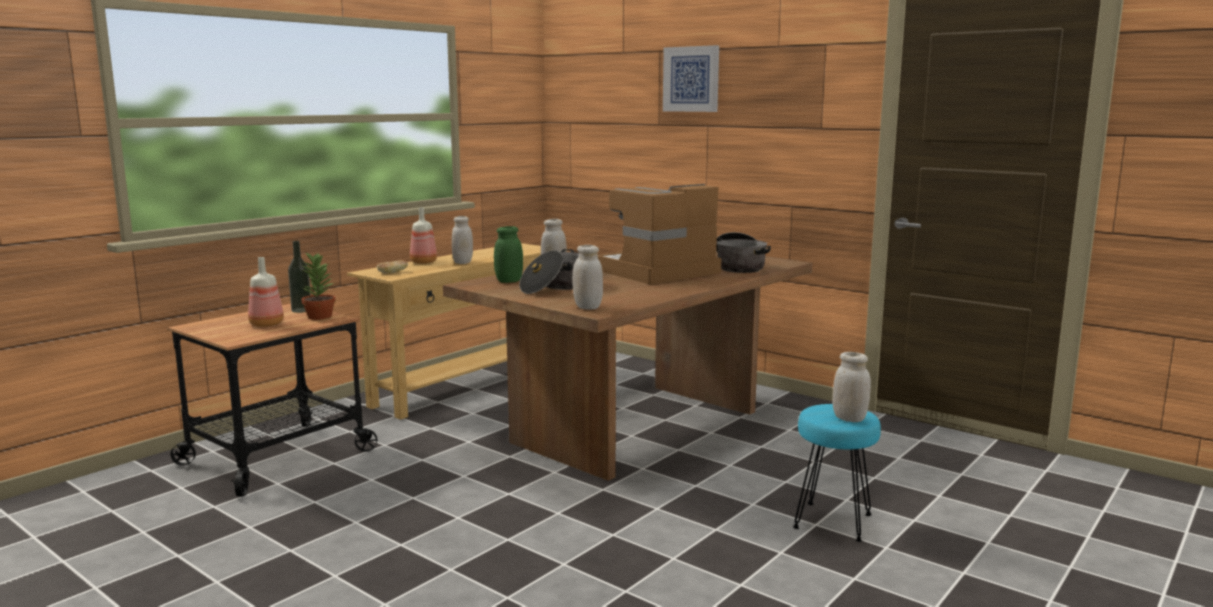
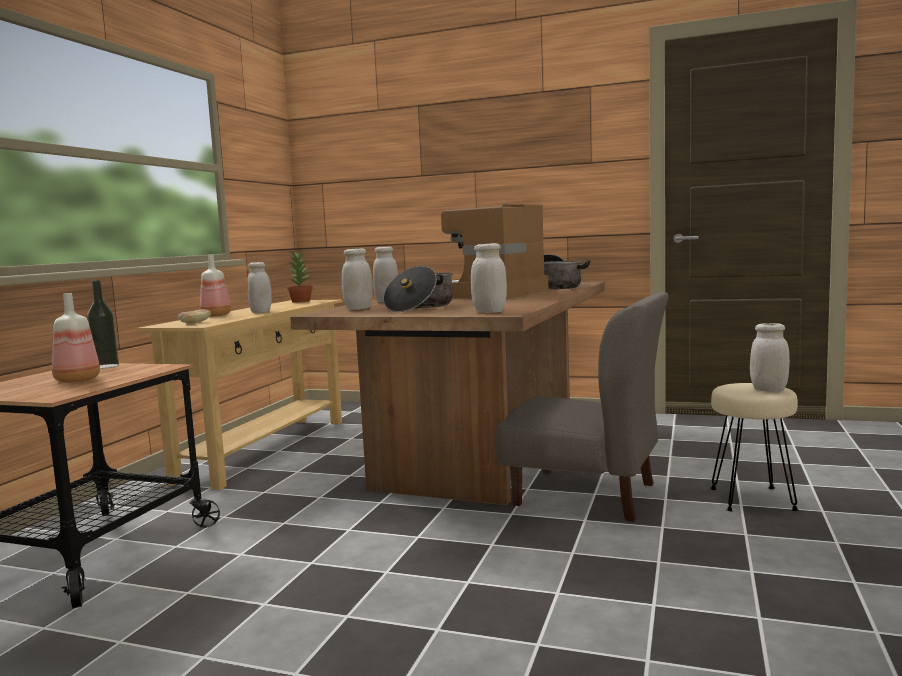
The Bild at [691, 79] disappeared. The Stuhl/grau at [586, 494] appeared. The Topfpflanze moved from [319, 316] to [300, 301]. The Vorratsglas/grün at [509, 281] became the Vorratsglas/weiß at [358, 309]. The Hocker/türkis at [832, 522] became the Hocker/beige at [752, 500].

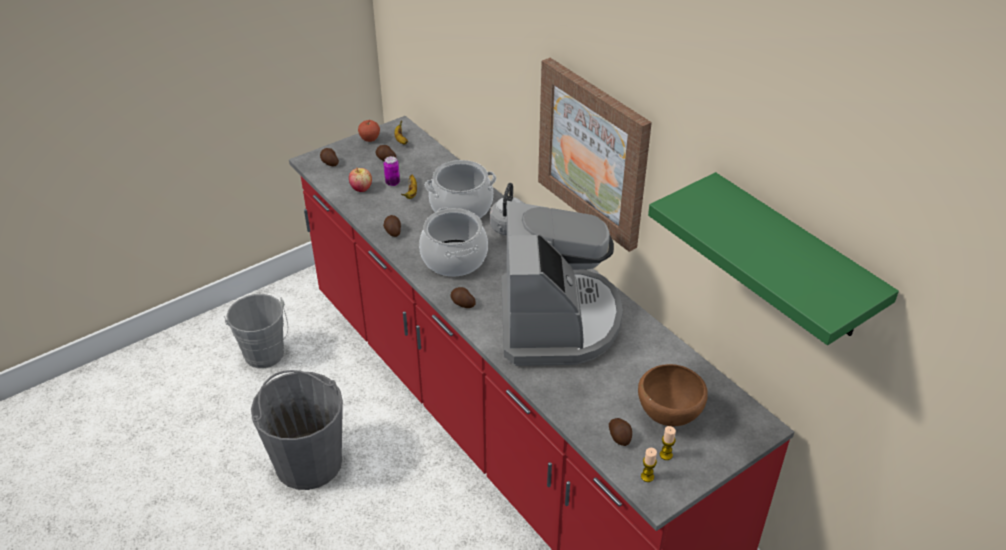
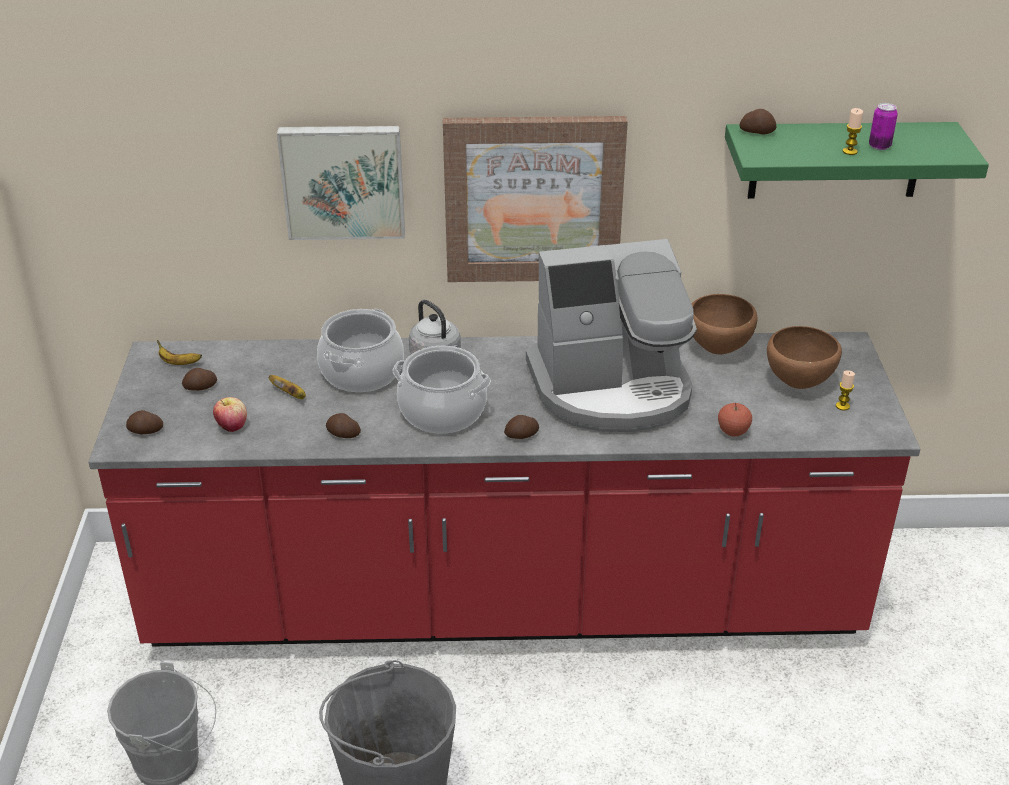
The Bild at [343, 180] appeared. The Schüssel/braun at [718, 350] appeared. The Apfel moved from [370, 139] to [733, 432]. The Dose moved from [392, 183] to [879, 146]. The Kartoffel moved from [620, 436] to [757, 132]. The Kerze moved from [647, 476] to [850, 151]. The Kaffeemaschine at [557, 321] turned 135 degrees clockwise.

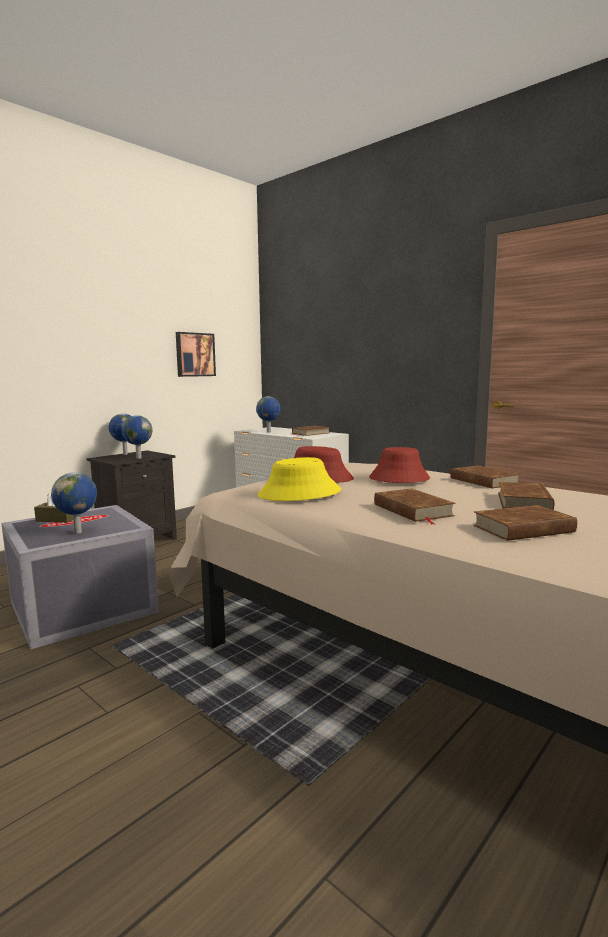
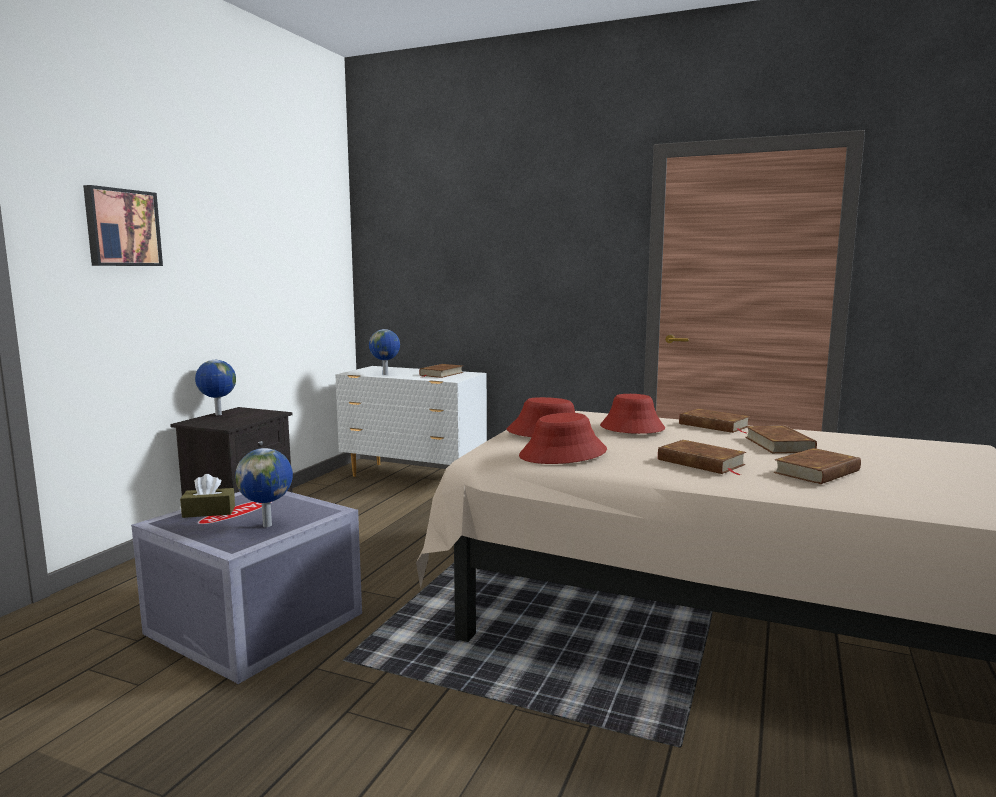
The Globus at [138, 458] disappeared. The Bild moved from [194, 354] to [122, 228]. The Hut/gelb at [299, 494] became the Hut/rot at [563, 454].

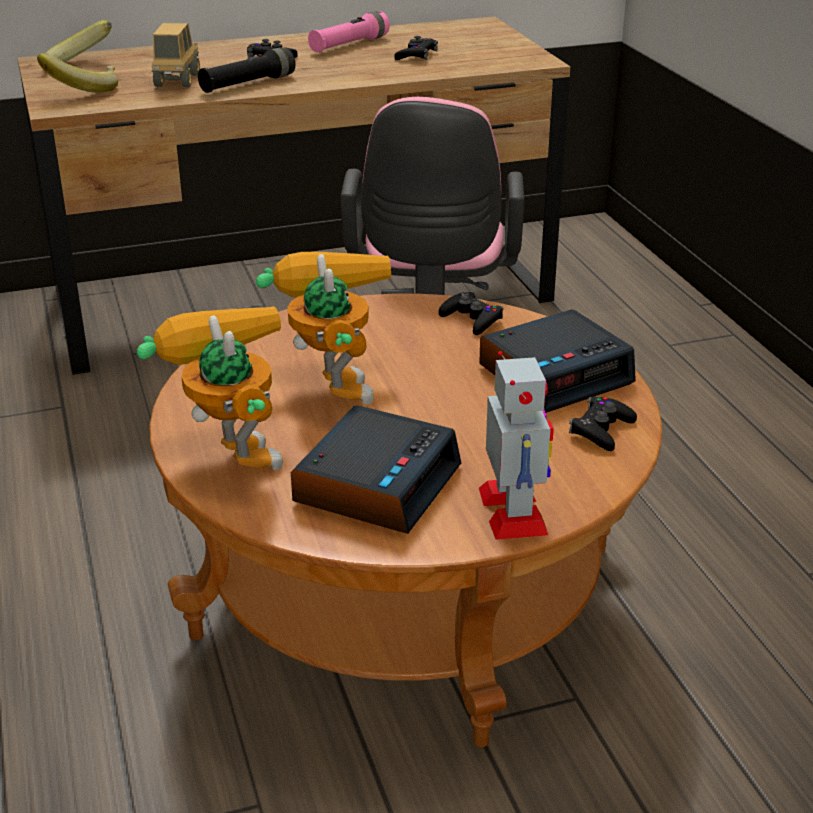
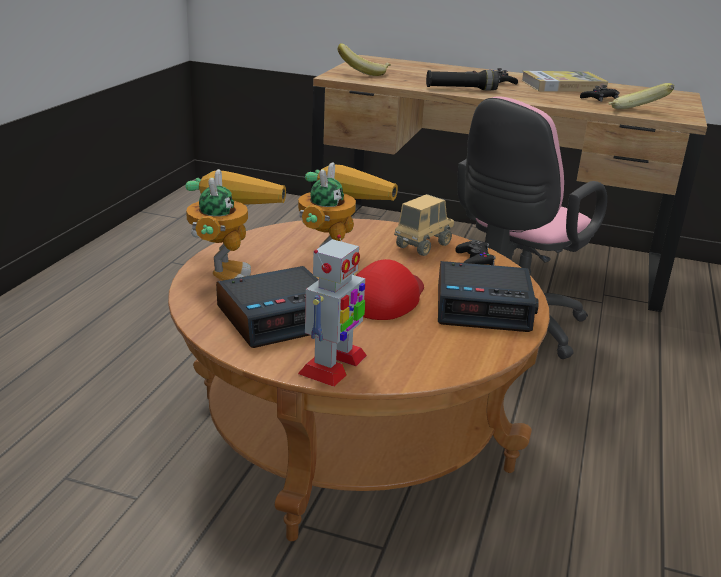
The Gamepad/schwarz at [601, 430] disappeared. The Kappe/rot at [387, 298] appeared. The Banane moved from [76, 66] to [636, 112]. The Spielzeuglaster moved from [177, 81] to [423, 246]. The Taschenlampe/rosa at [349, 45] was replaced by the Buch at [563, 86].

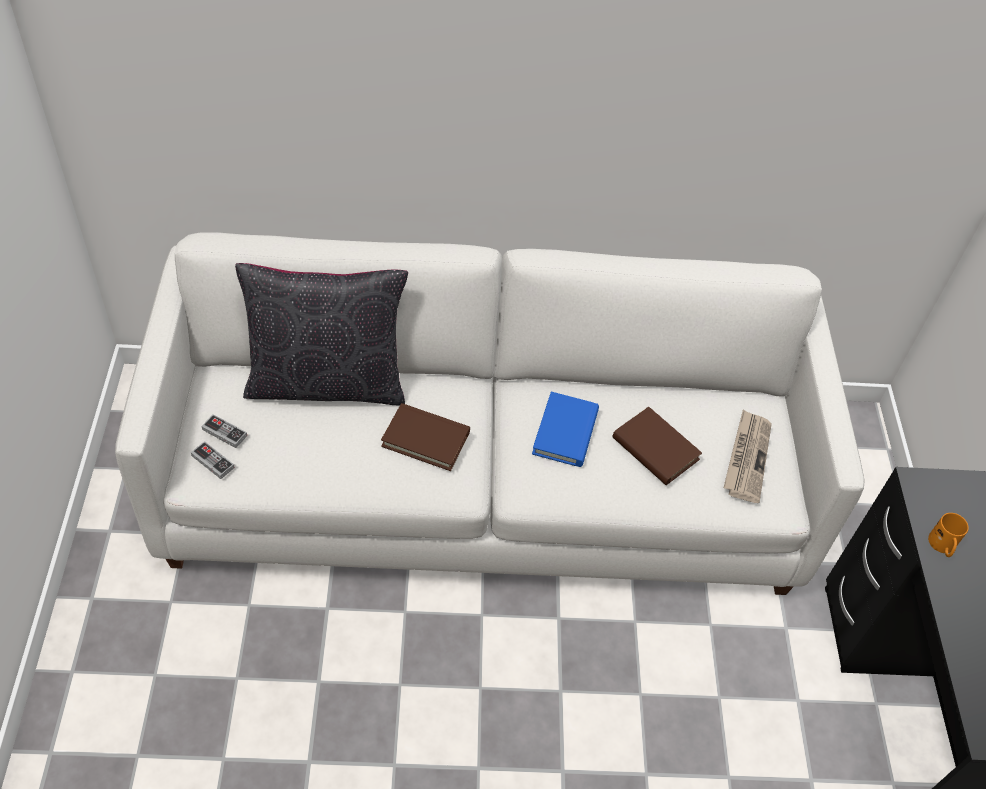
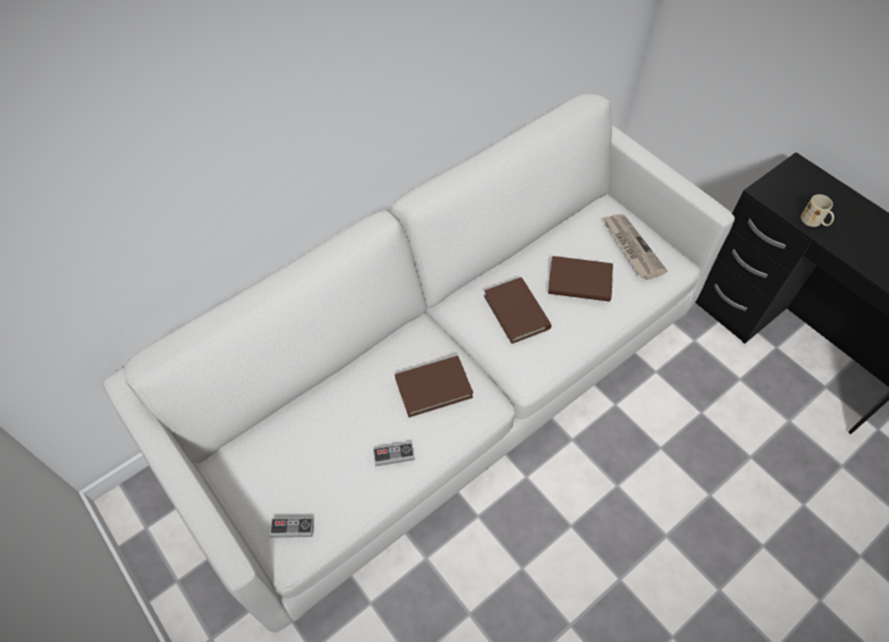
The Kissen/schwarz at [326, 382] disappeared. The Gamepad moved from [224, 432] to [394, 455]. The Buch/blau at [565, 432] became the Buch/braun at [516, 312]. The Henkelbecher/orange at [942, 546] became the Henkelbecher/beige at [814, 222].

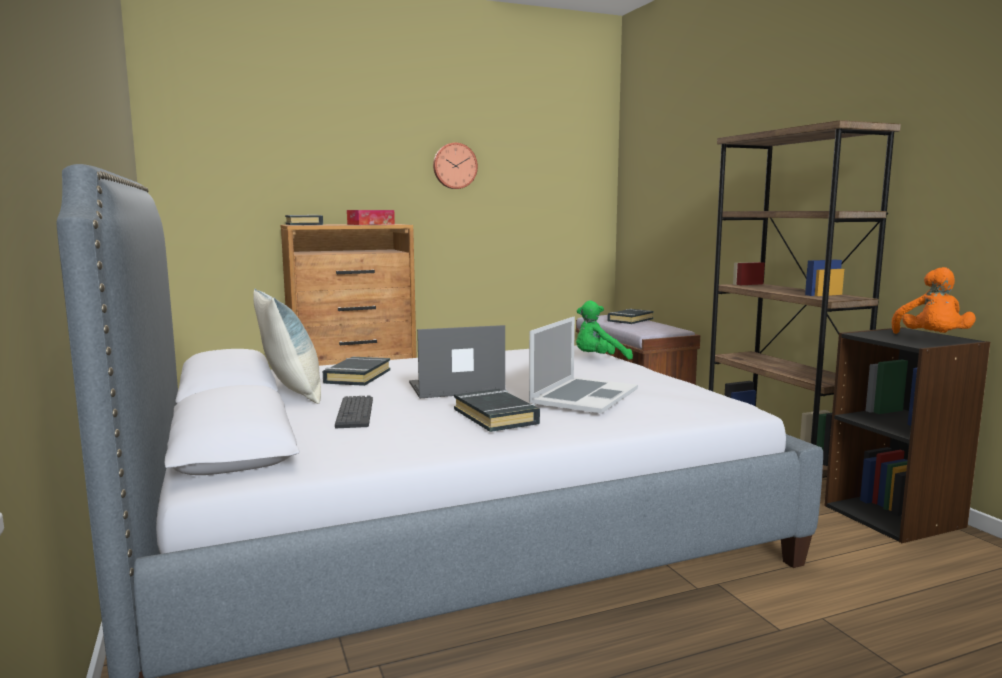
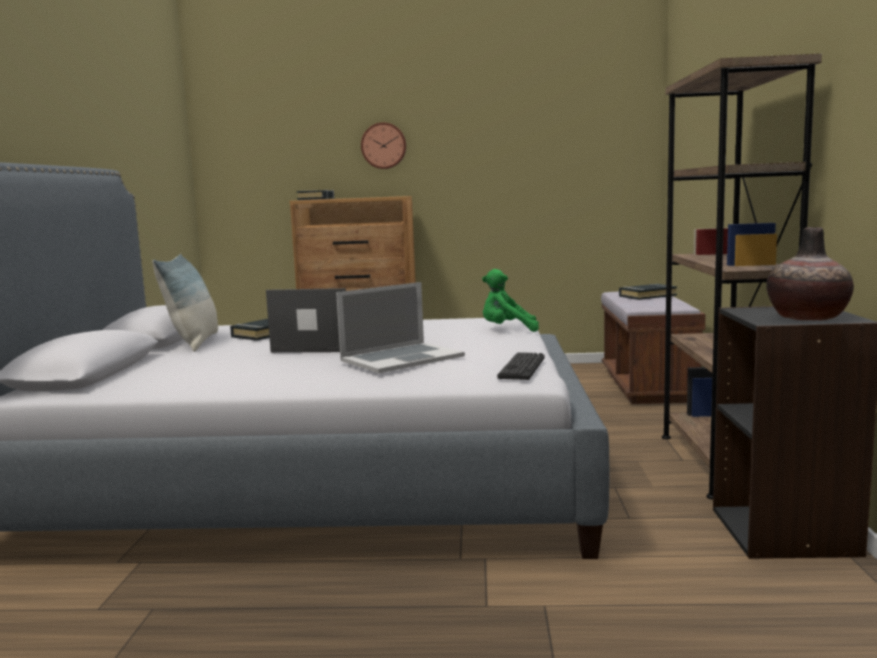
The Taschentuchbox at [371, 224] disappeared. The Buch/schwarz at [496, 416] disappeared. The Tastatur moved from [355, 413] to [522, 367]. The Wanduhr moved from [454, 166] to [383, 146]. The Plüschtier/orange at [931, 339] was replaced by the Vase at [807, 317].

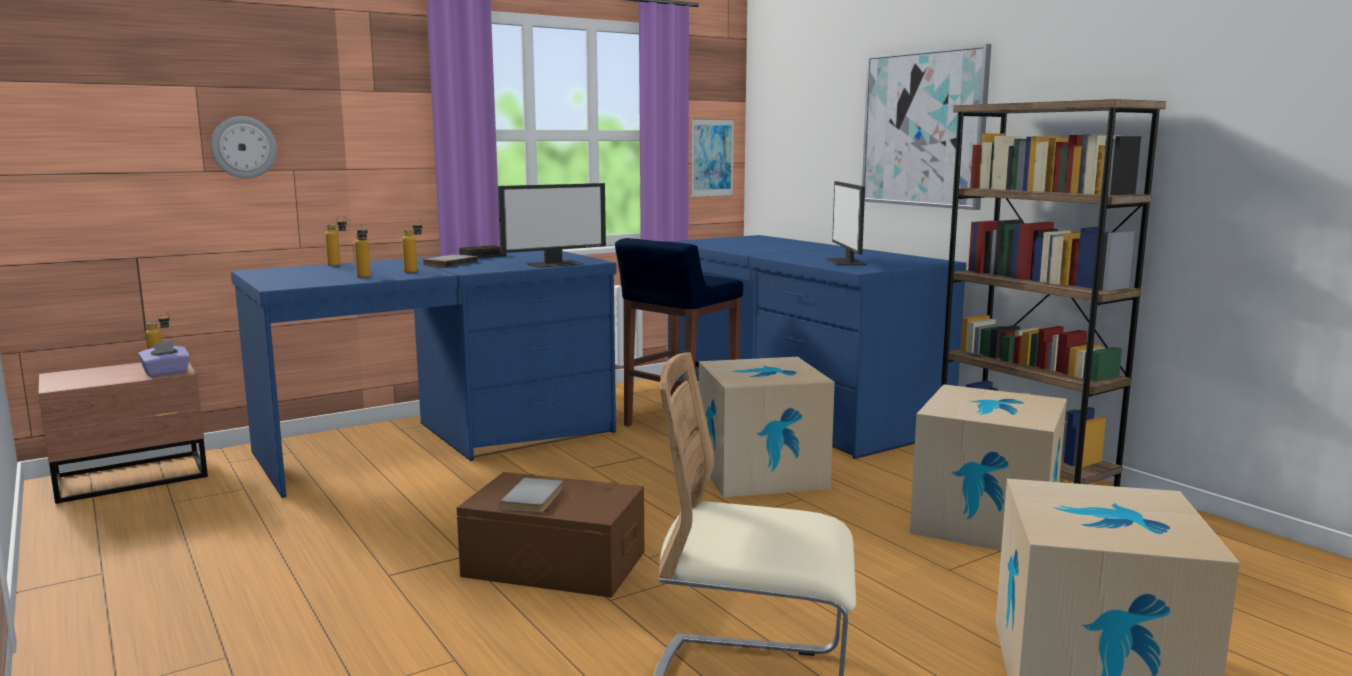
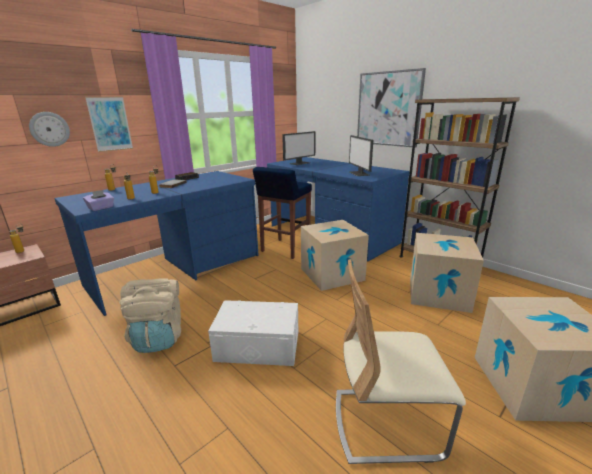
The Buch/grau at [535, 498] disappeared. The Rucksack/beige at [158, 337] appeared. The Taschentuchbox/lila moved from [166, 373] to [101, 208]. The Monitor moved from [555, 264] to [299, 163]. The Bild moved from [712, 158] to [110, 124]. The Aufbewahrungsbox/braun at [554, 564] became the Aufbewahrungsbox/weiß at [257, 345].

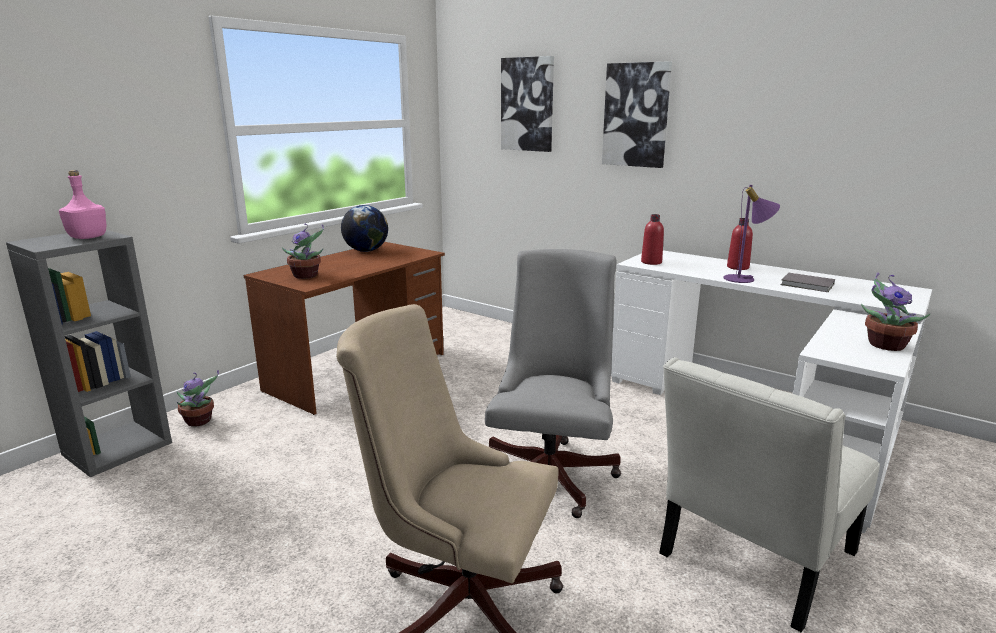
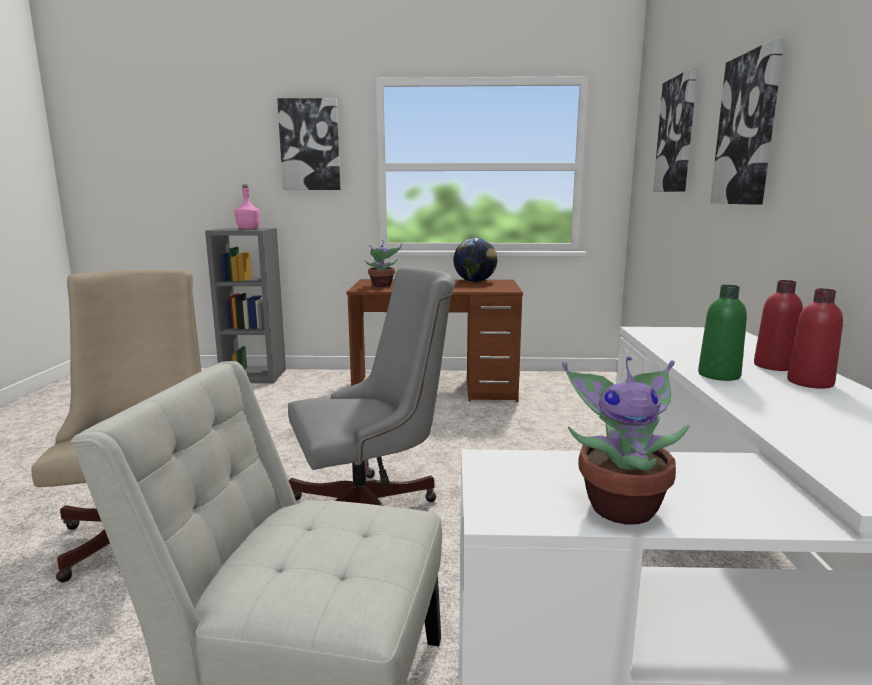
The Topfpflanze at [199, 421] disappeared. The Buch/grau at [808, 285] disappeared. The Bild at [310, 145] appeared. The Flasche/rot moved from [651, 262] to [810, 382]. The Tischlampe/lila at [745, 279] was replaced by the Flasche/grün at [719, 375].

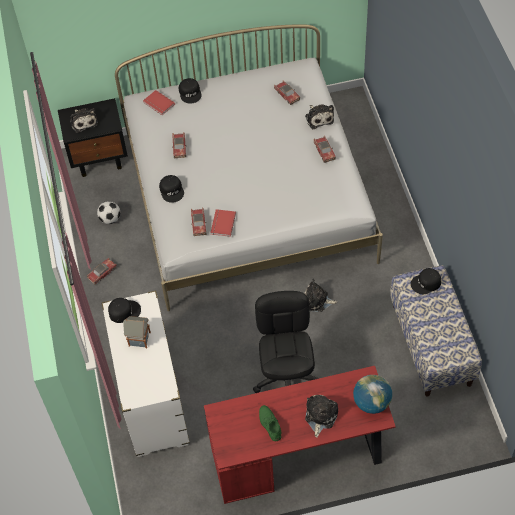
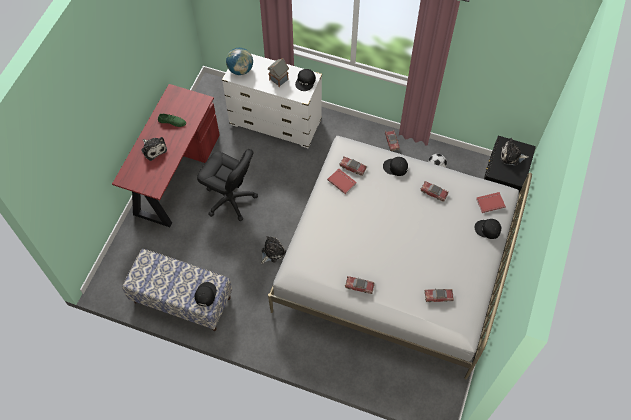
The Plüschtier at [319, 118] disappeared. The Globus moved from [371, 402] to [240, 70].

